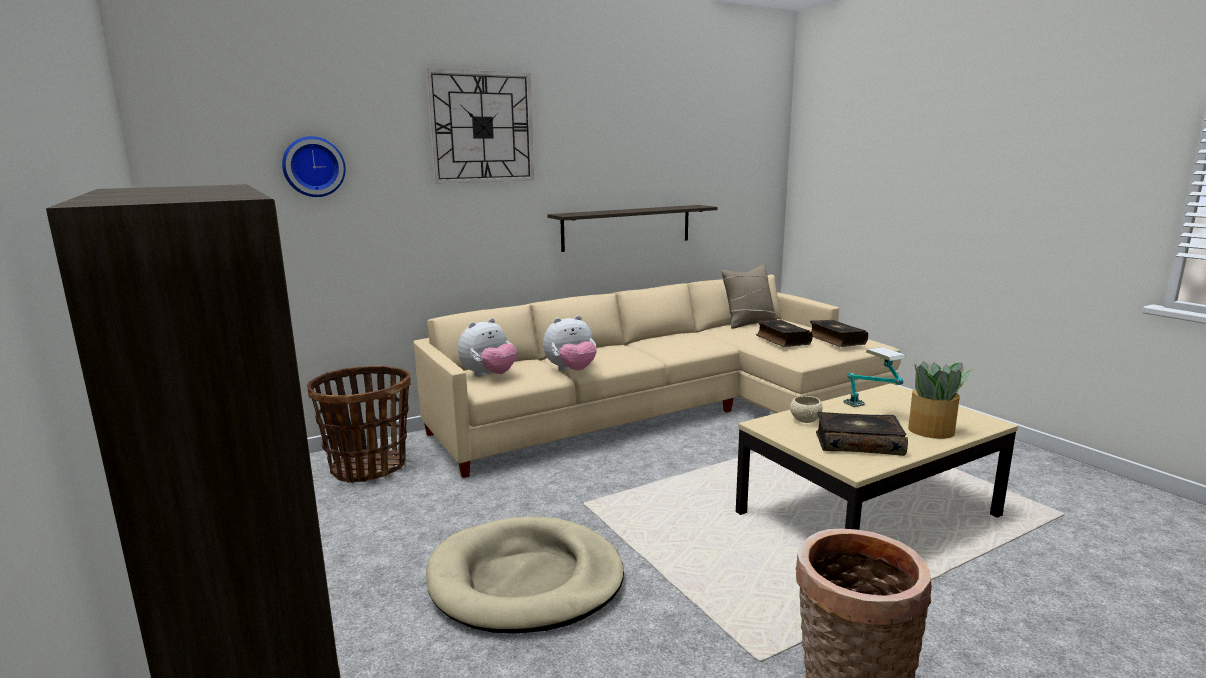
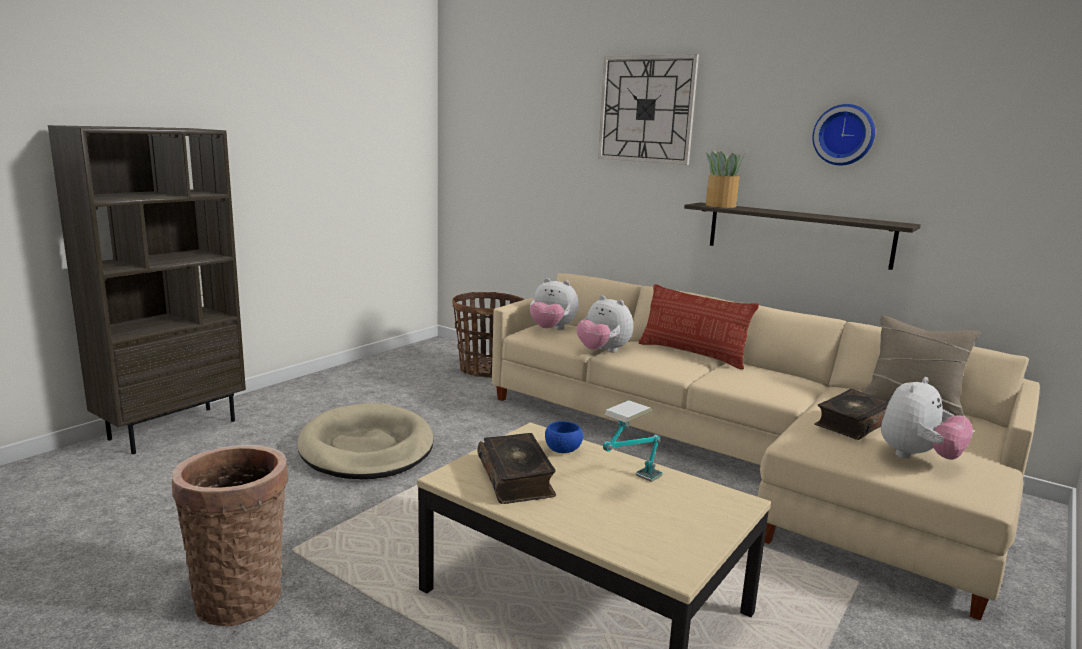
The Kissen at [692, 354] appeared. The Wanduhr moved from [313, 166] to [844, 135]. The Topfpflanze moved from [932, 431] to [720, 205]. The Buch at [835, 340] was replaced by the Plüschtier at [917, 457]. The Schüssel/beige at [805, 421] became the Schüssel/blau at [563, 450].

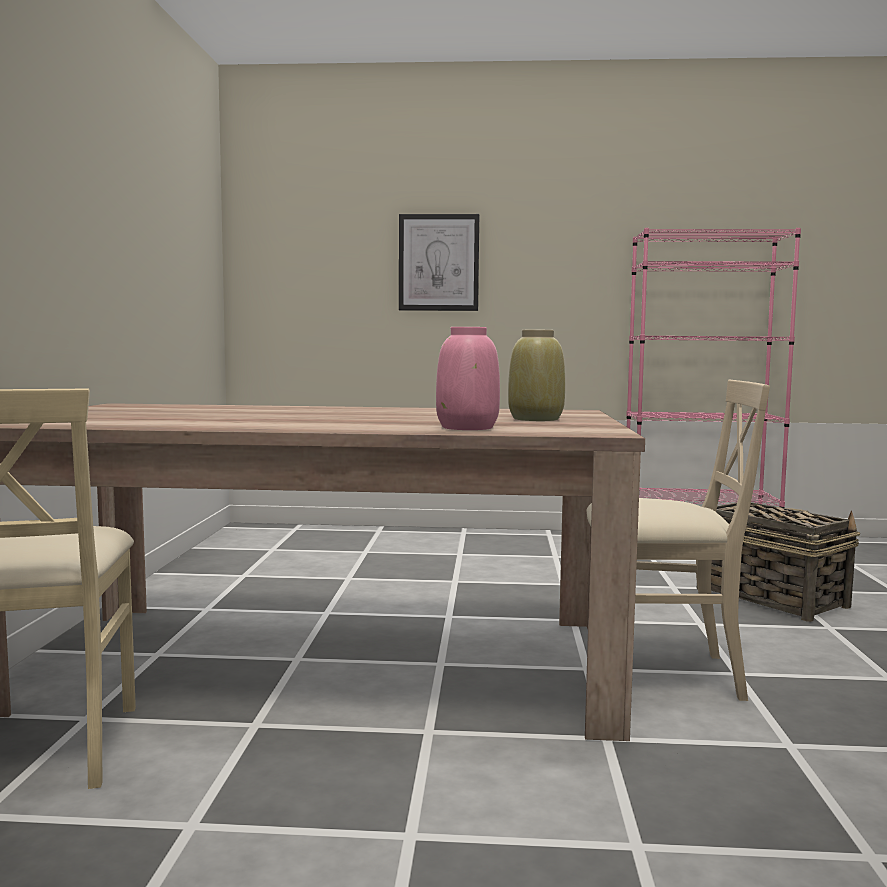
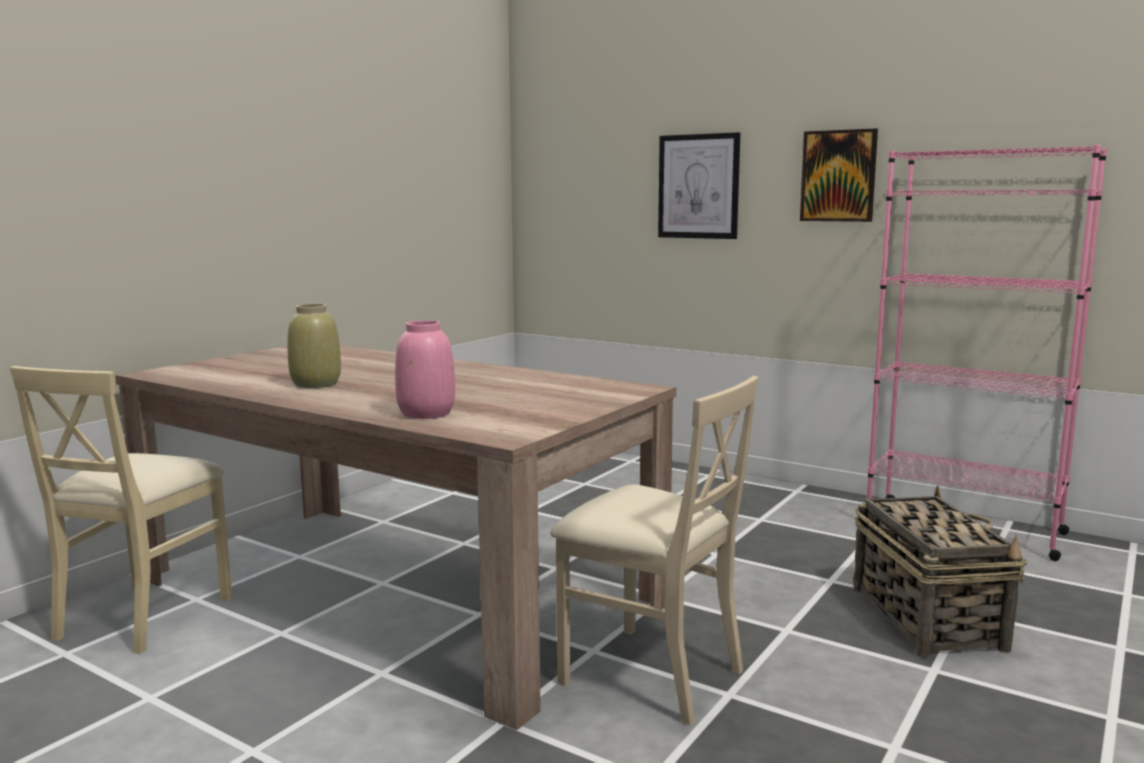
The Bild at [838, 176] appeared. The Vase/beige moved from [536, 419] to [315, 384].

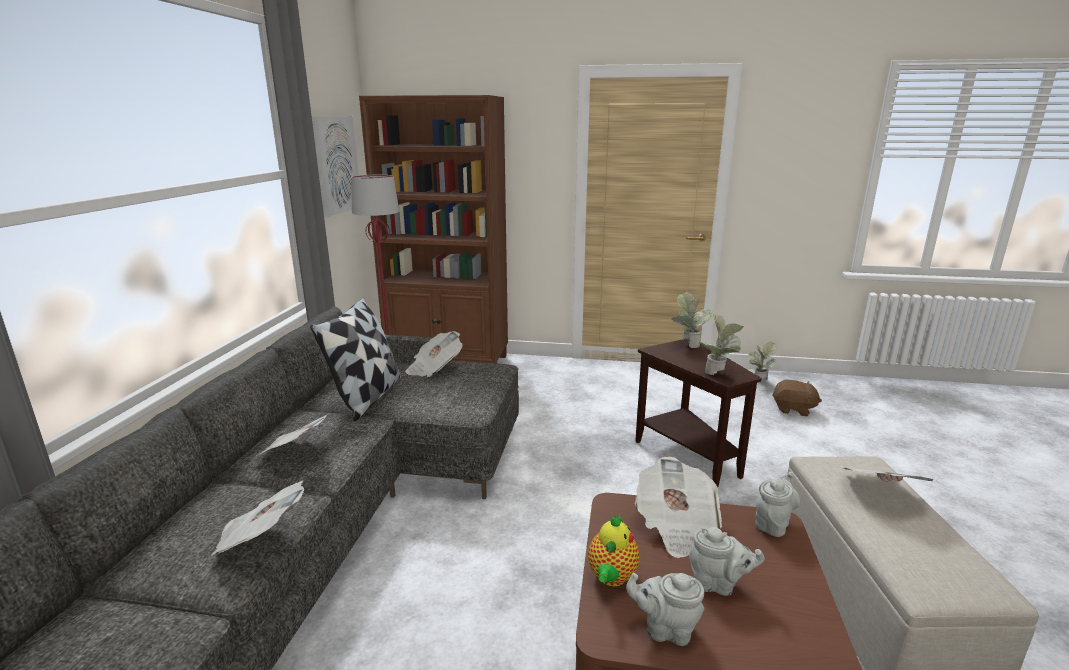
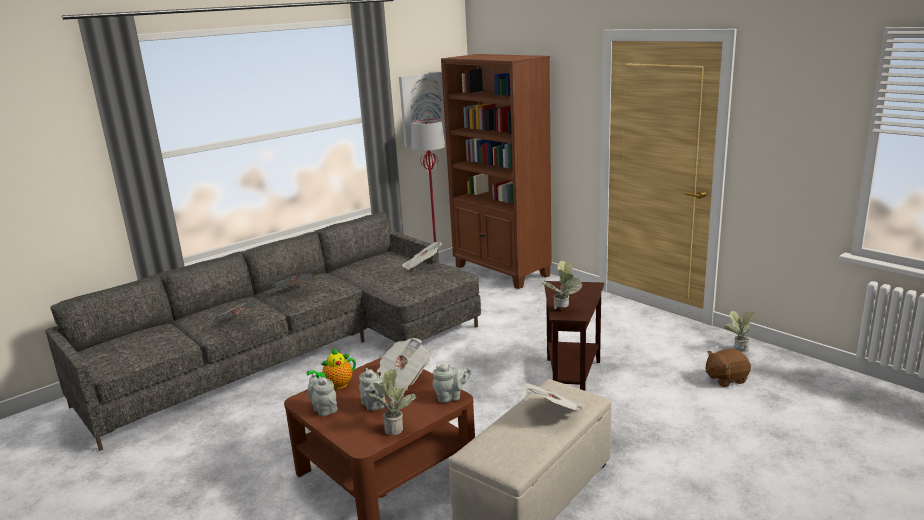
The Kissen at [367, 397] disappeared. The Topfpflanze moved from [688, 344] to [395, 427]. The Plüschtier/braun at [793, 409] turned 105 degrees clockwise.

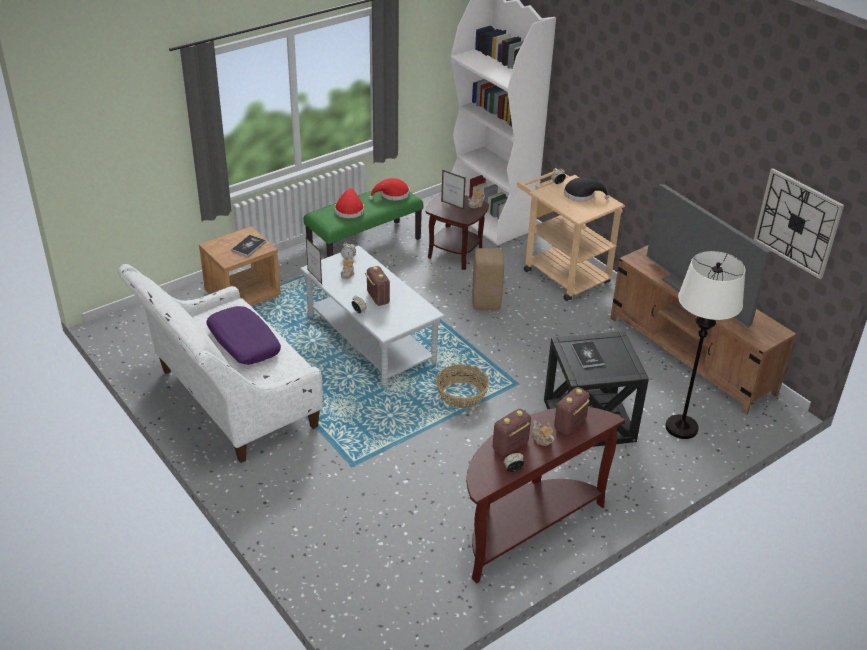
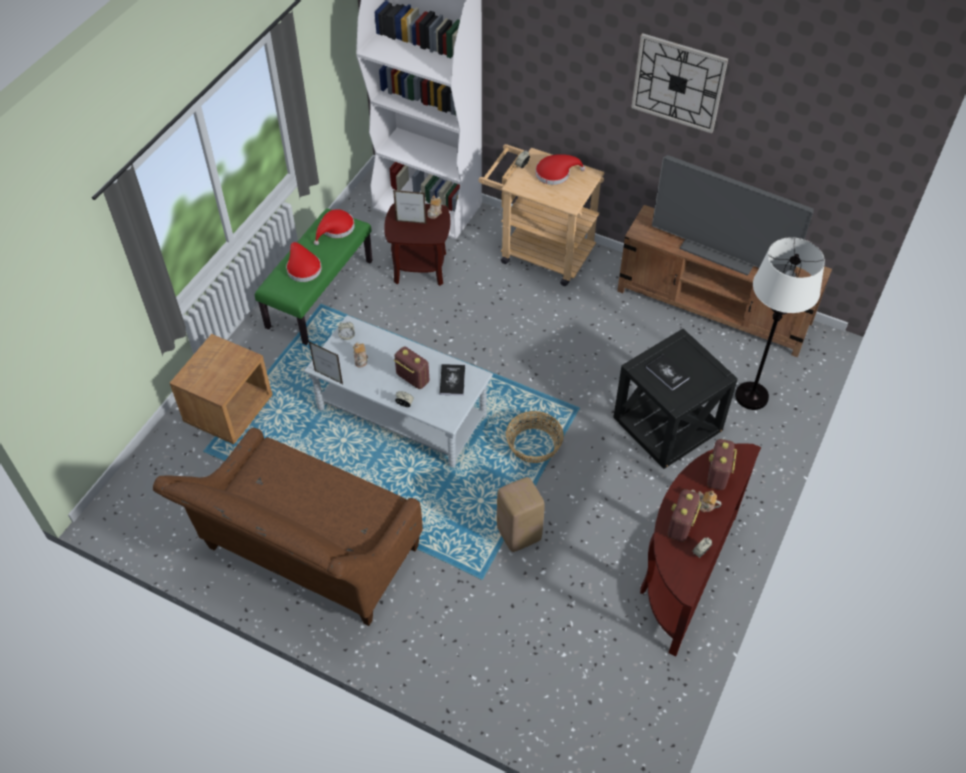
The Kissen/lila at [243, 343] disappeared. The Buch moved from [248, 246] to [452, 380]. The Hocker/beige moved from [485, 303] to [518, 533]. The Wanduhr moved from [797, 223] to [678, 83]. The Sofa/weiß at [229, 402] became the Sofa/braun at [307, 556]. The Hut/schwarz at [582, 195] became the Hut/rot at [555, 173].

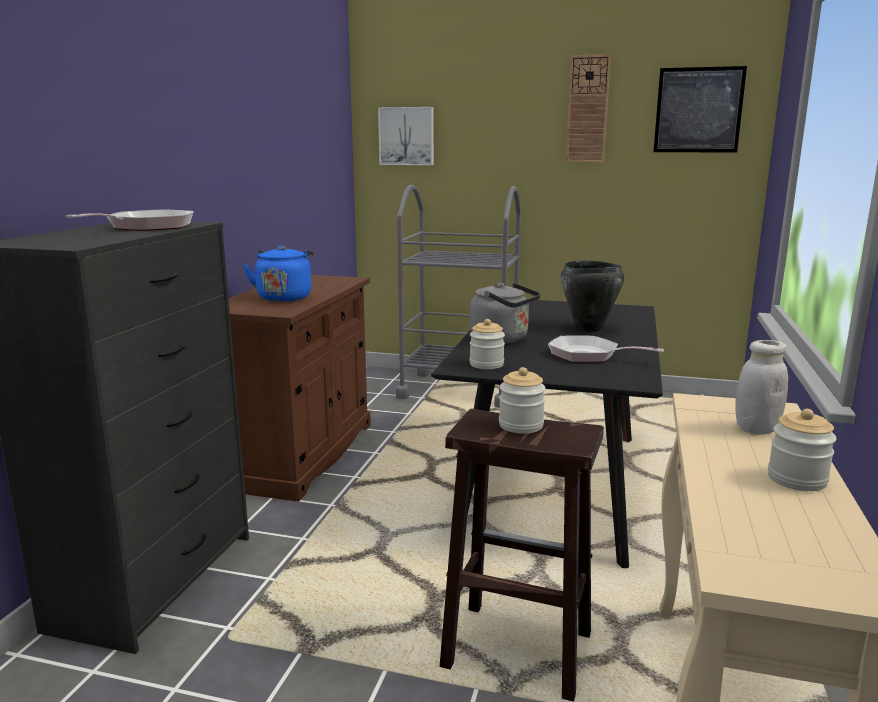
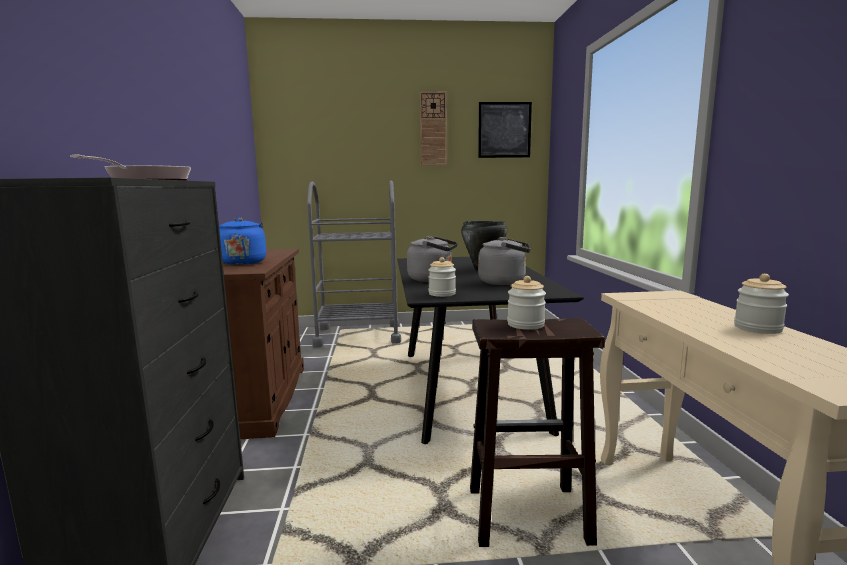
The Bild at [407, 136] disappeared. The Vorratsglas/weiß at [756, 429] disappeared. The Pfanne at [589, 355] was replaced by the Wasserkessel/grau at [505, 282].

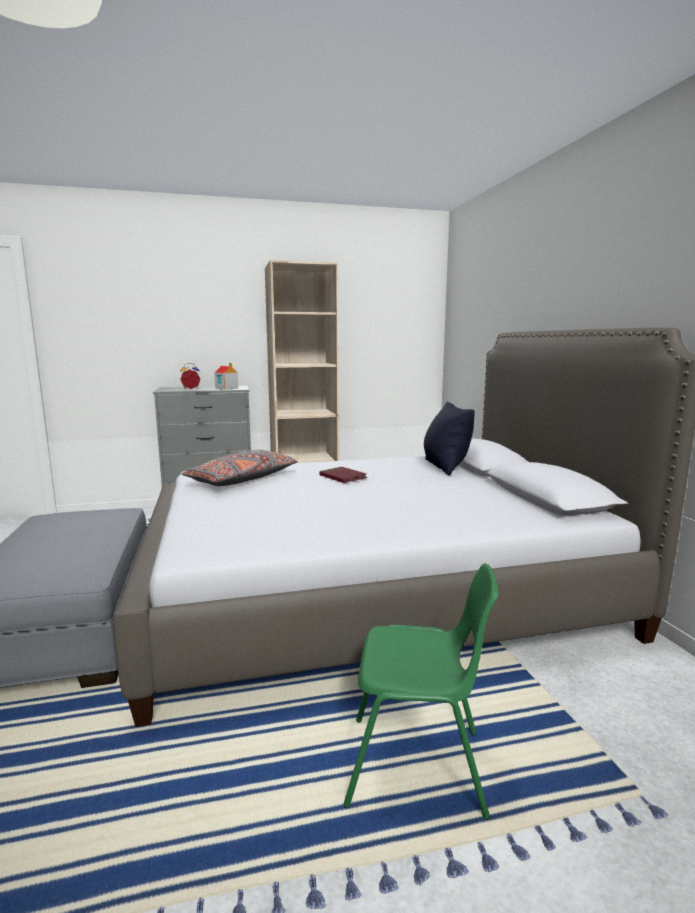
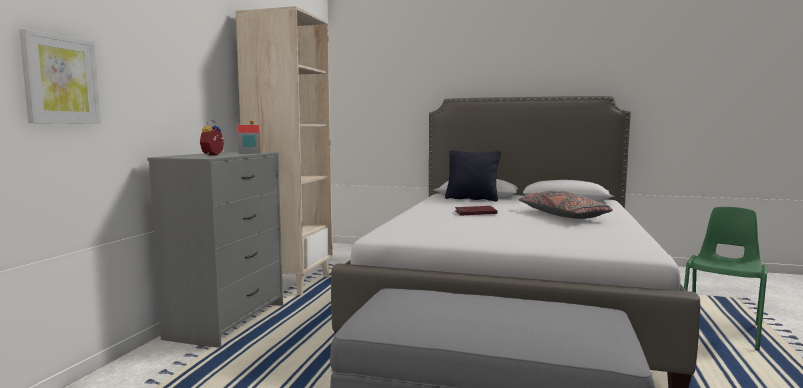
The Bild at [60, 80] appeared. The Kissen/grau moved from [242, 480] to [562, 215].

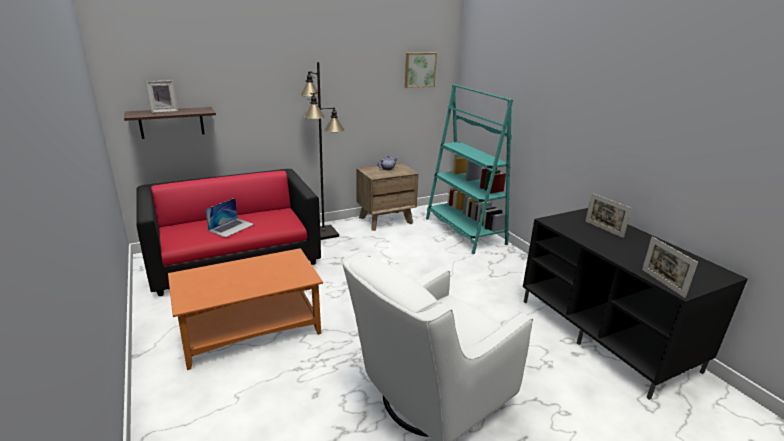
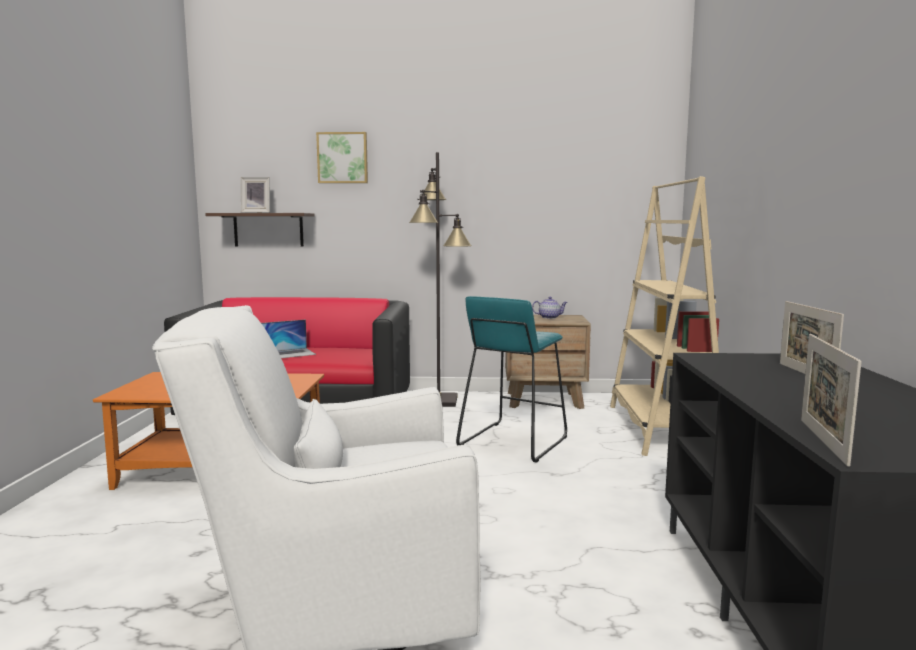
The Hocker/türkis at [513, 441] appeared. The Bild moved from [419, 70] to [343, 158]. The Bücherregal/türkis at [464, 231] became the Bücherregal/beige at [661, 429].

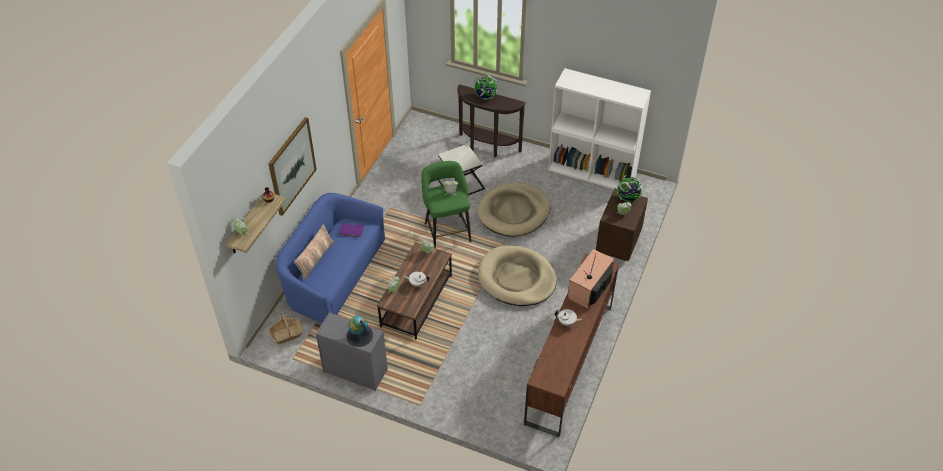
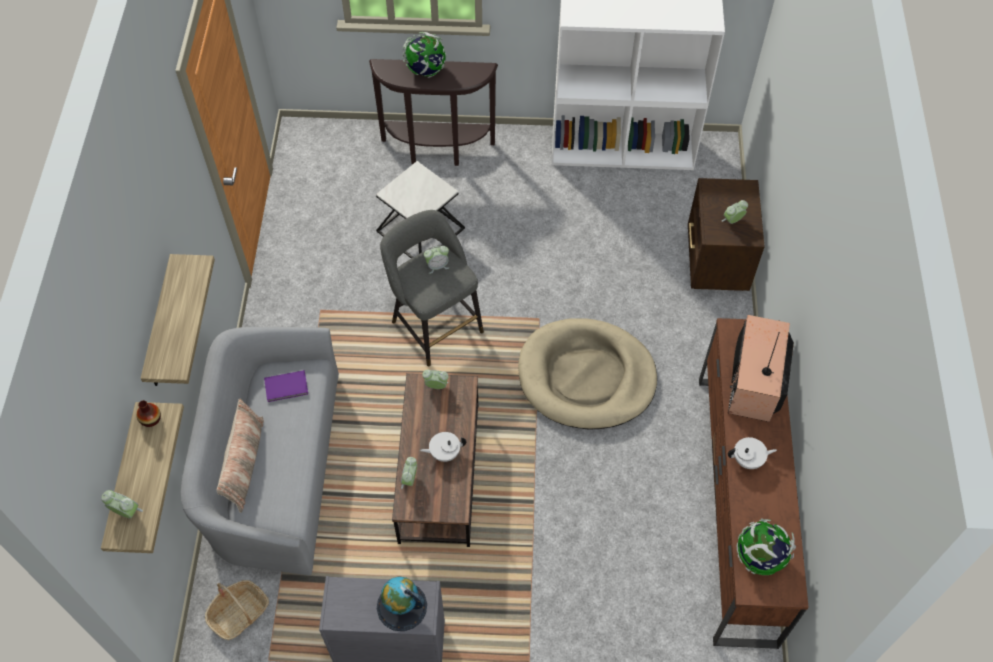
The Hundebett/beige at [514, 212] disappeared. The Globus moved from [628, 198] to [759, 558]. The Bild at [292, 166] was replaced by the Wandregal at [161, 326]. The Sofa/blau at [333, 275] became the Sofa/grau at [274, 469]. The Hocker/grün at [446, 230] became the Hocker/grau at [434, 323].

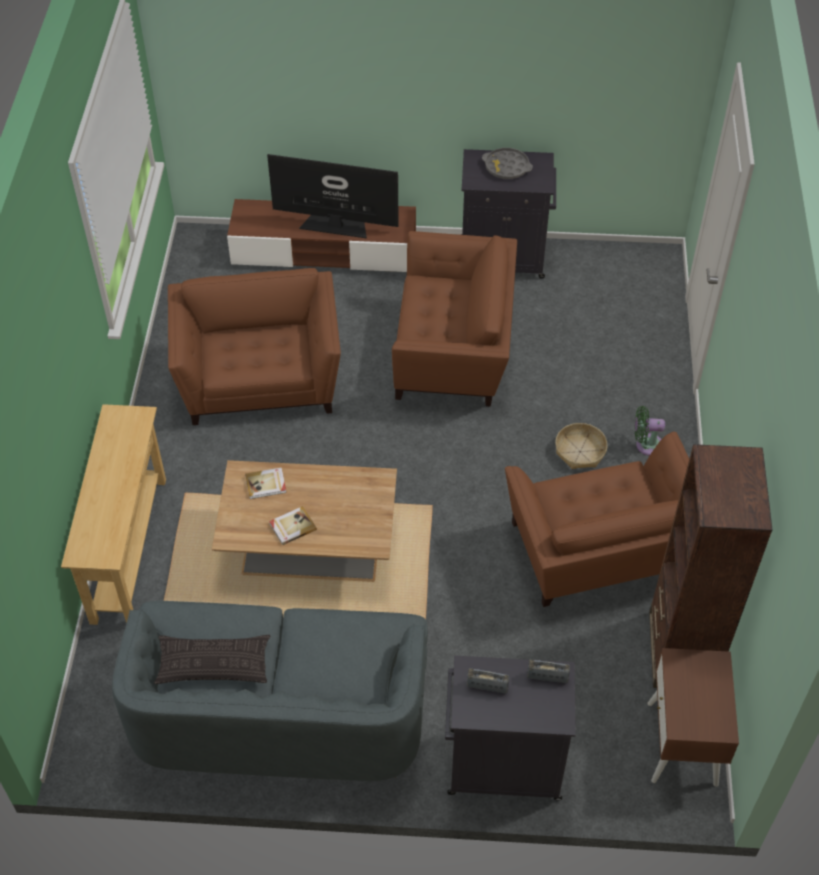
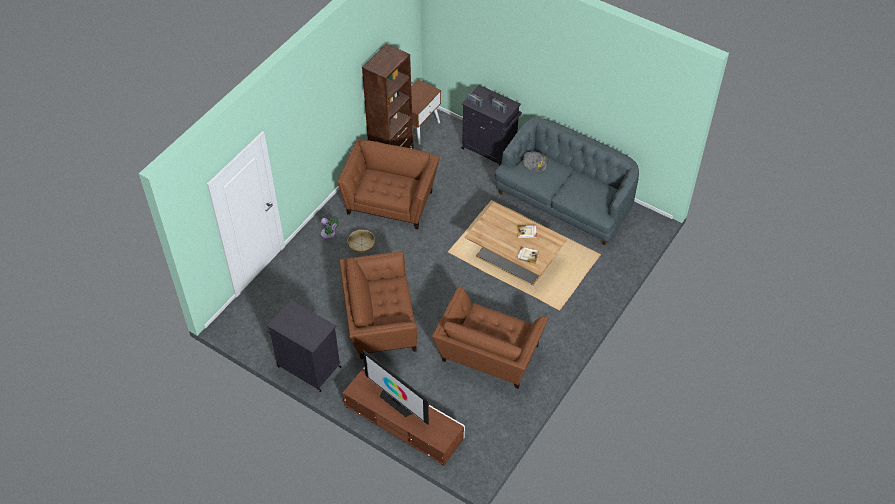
The Konsolentisch/beige at [128, 549] disappeared. The Kissen at [213, 664] disappeared. The Tablett/grau moved from [506, 167] to [535, 163]. The Sessel/braun at [454, 352] turned 45 degrees counterclockwise.

